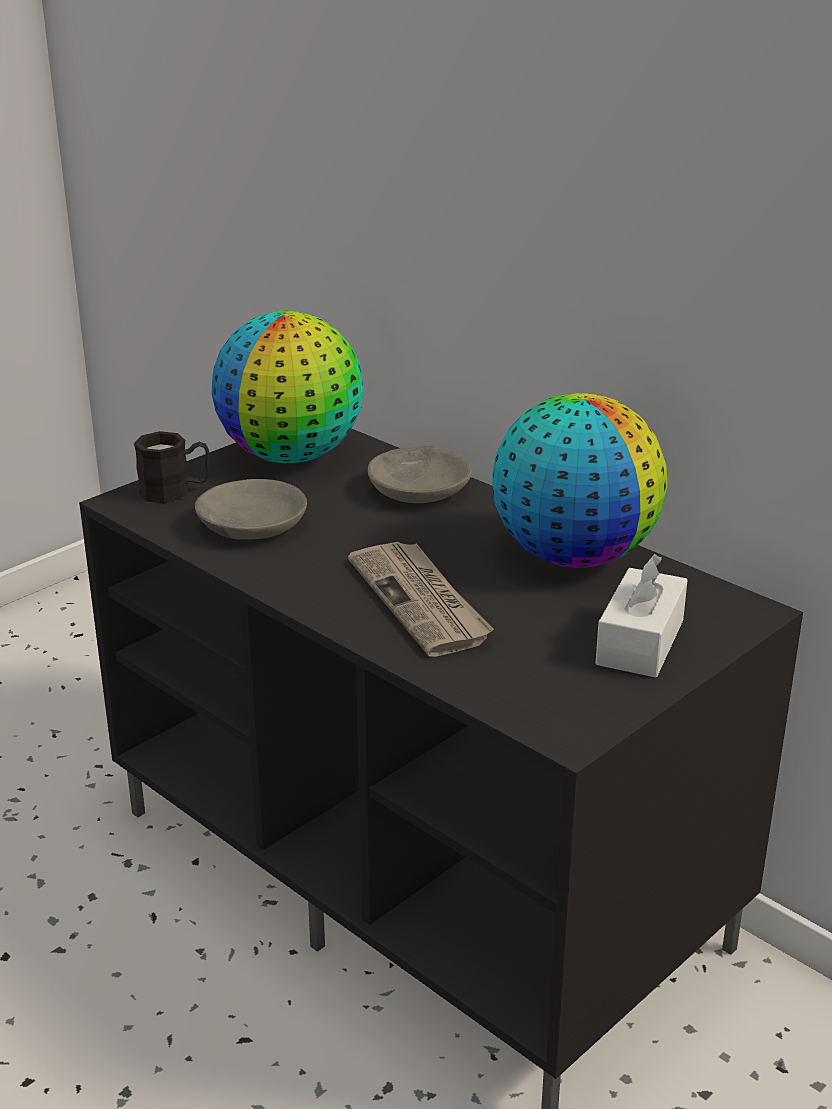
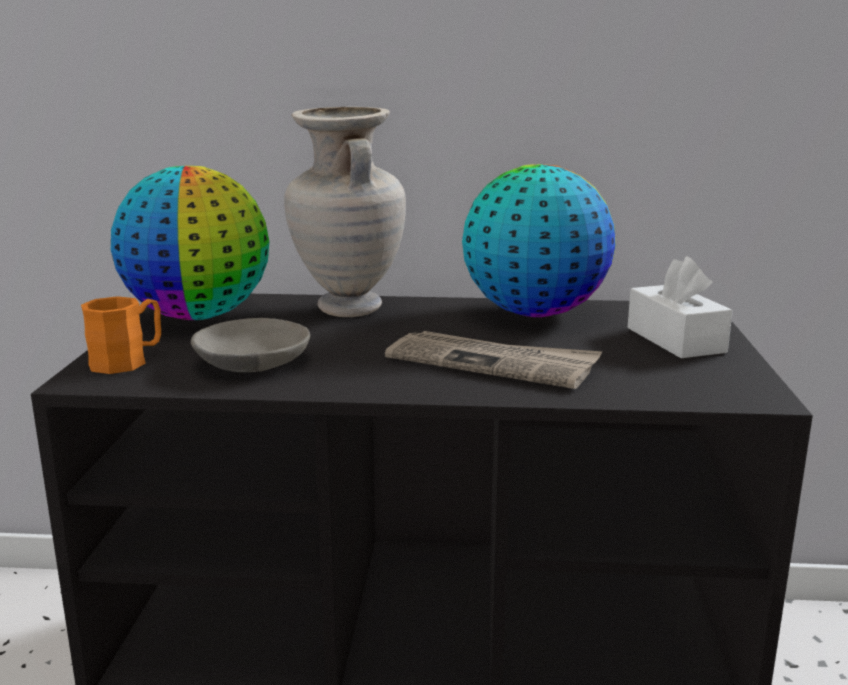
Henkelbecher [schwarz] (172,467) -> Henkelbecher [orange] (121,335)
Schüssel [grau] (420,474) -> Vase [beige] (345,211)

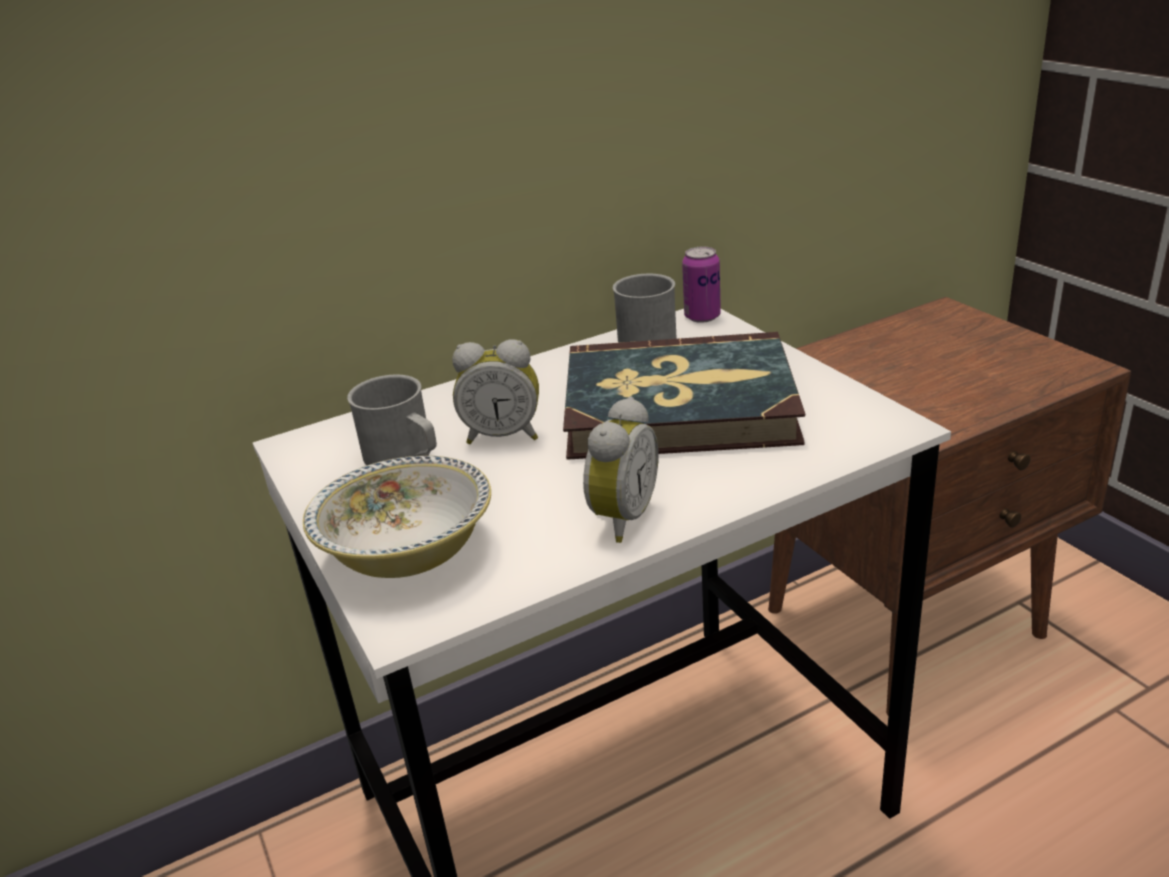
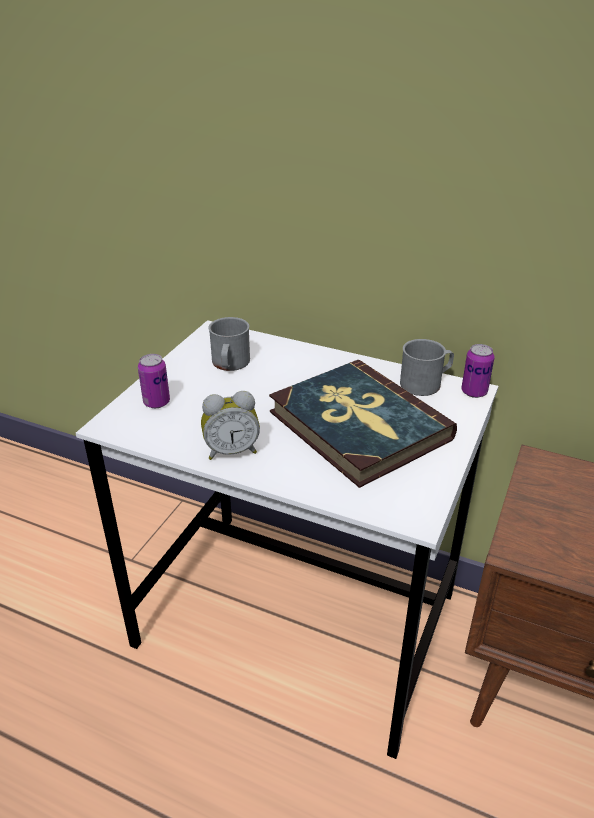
Schüssel (397,517) -> Dose (154,381)
Wecker (495,391) -> none

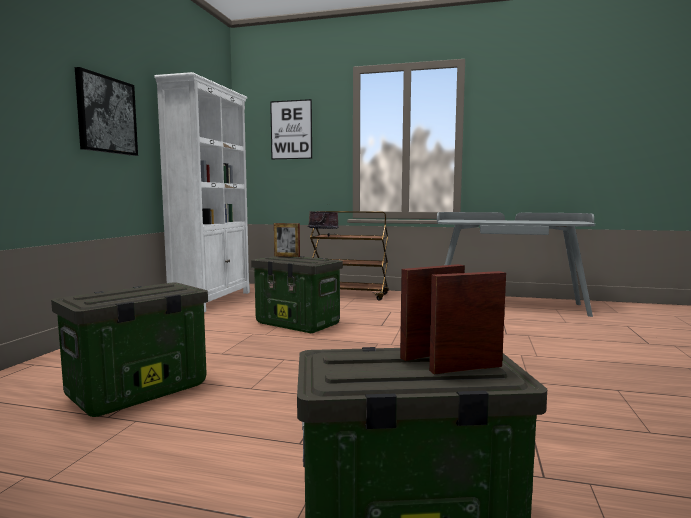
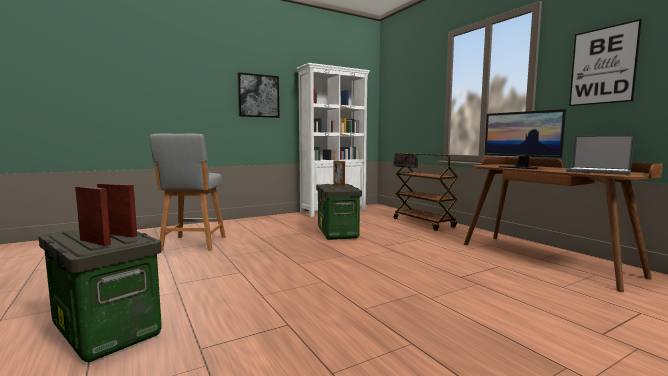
Aufbewahrungsbox (129,350) -> Hocker [grau] (188,192)
Schreibtisch [grau] (516,264) -> Schreibtisch [braun] (563,224)
none -> Monitor (525,139)
none -> Laptop (600,155)
Bild (291,129) -> Bild (605,62), relocated

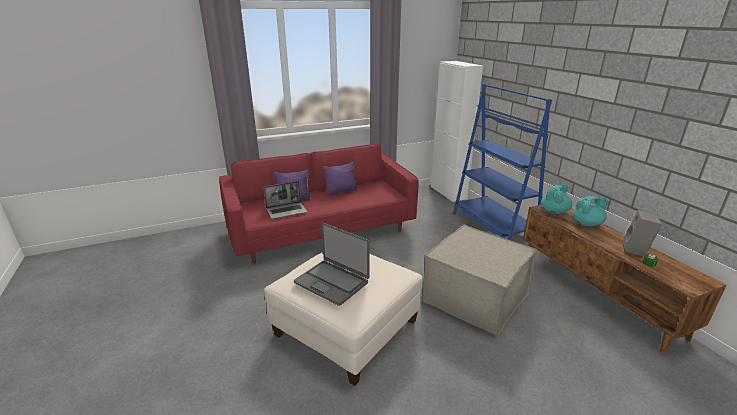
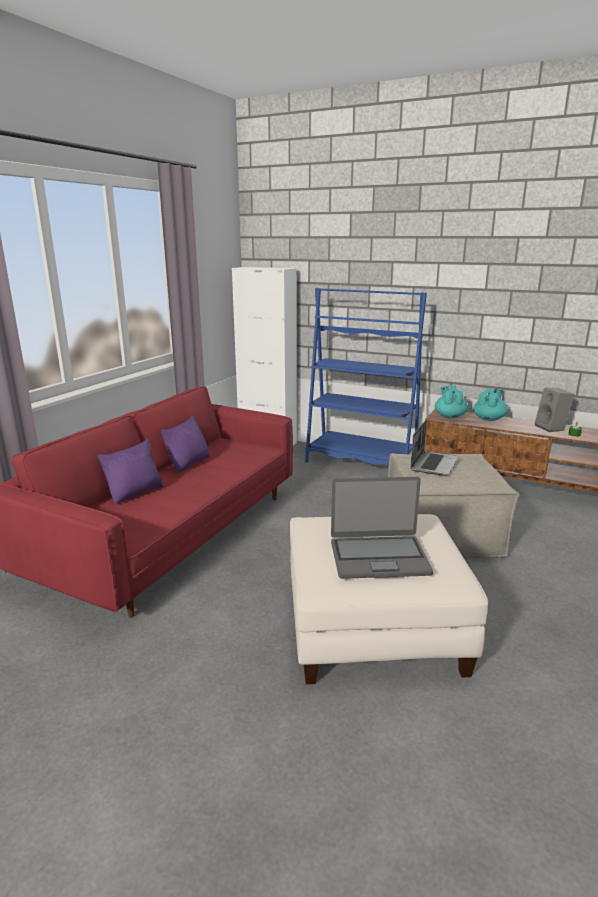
Laptop (285,200) -> Laptop (434,448), relocated

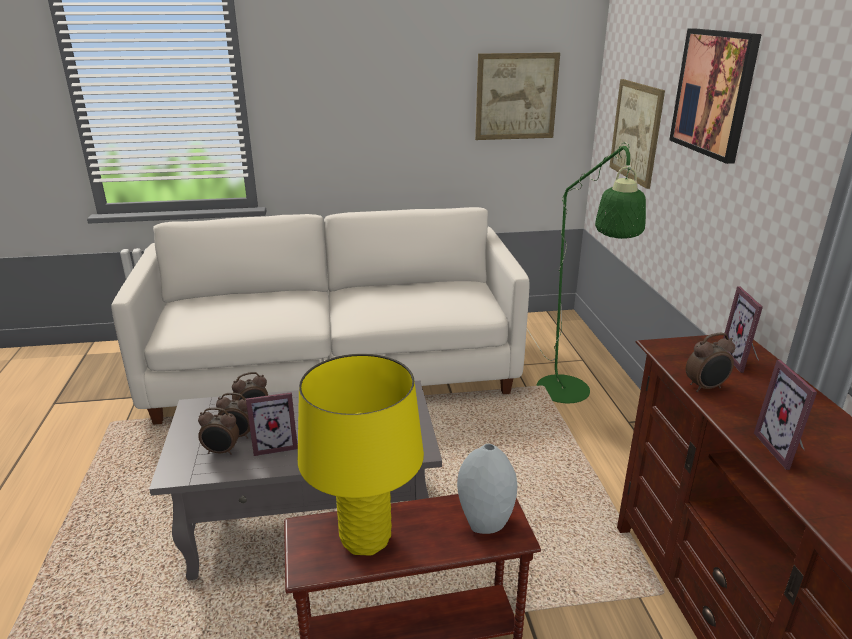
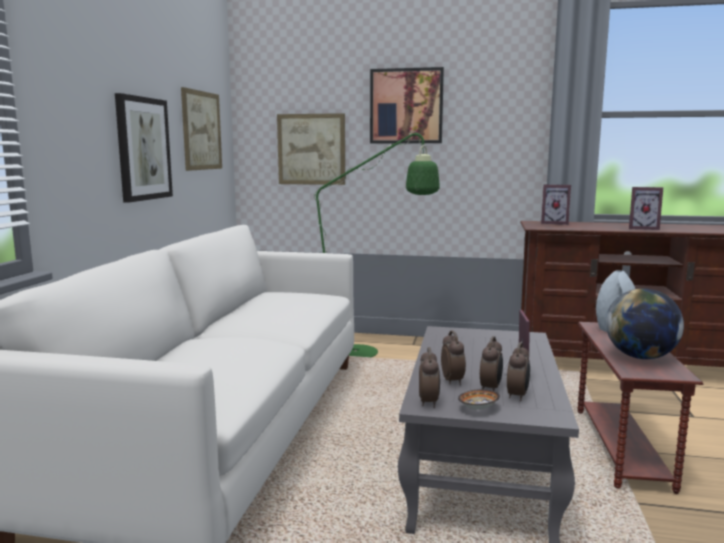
none -> Bild (144,148)
Wecker (710,362) -> Wecker (429,377), relocated
none -> Schüssel (479,399)
Tischlampe [gelb] (361,455) -> Globus (645,323)

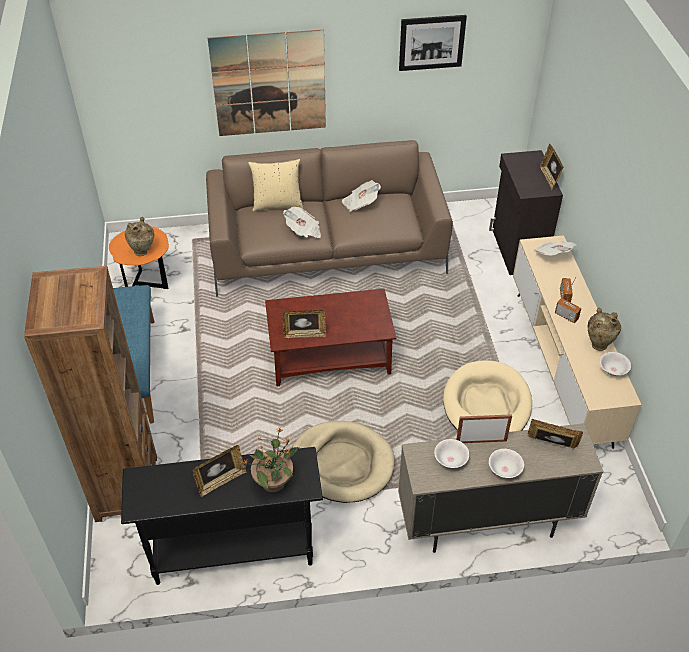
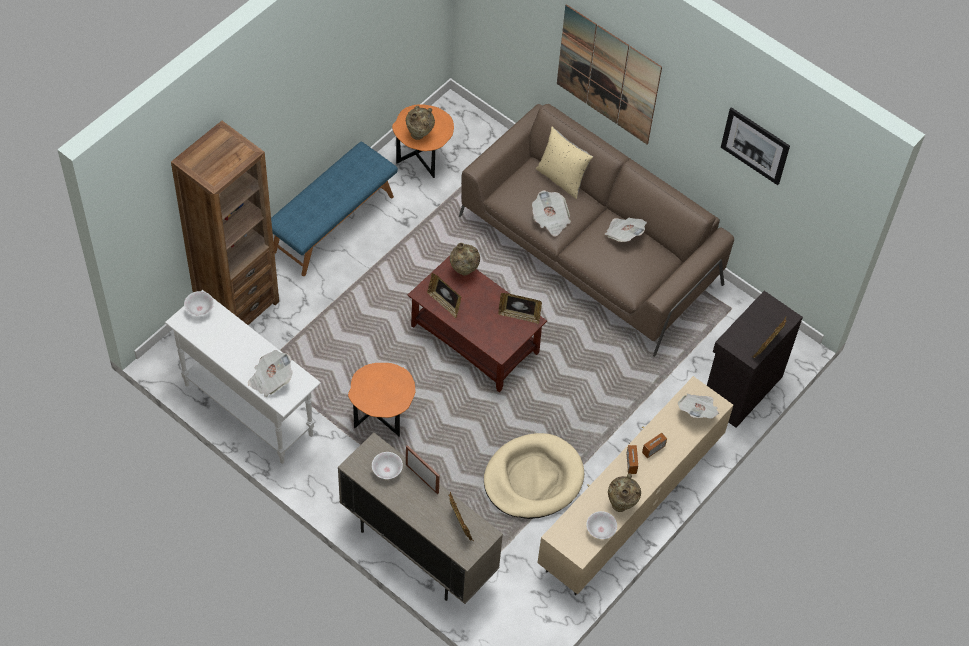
Konsolentisch [schwarz] (222,516) -> Konsolentisch [weiß] (243,377)
Schüssel [weiß] (506,463) -> Schüssel [weiß] (199,303), relocated
Topfpflanze (271,459) -> Zeitung (270,373)
Hundebett [beige] (343,462) -> Beistelltisch [orange] (382,399)
none -> Vase [beige] (465,259)
Bilderrahmen (219,471) -> Bilderrahmen (520,308), relocated

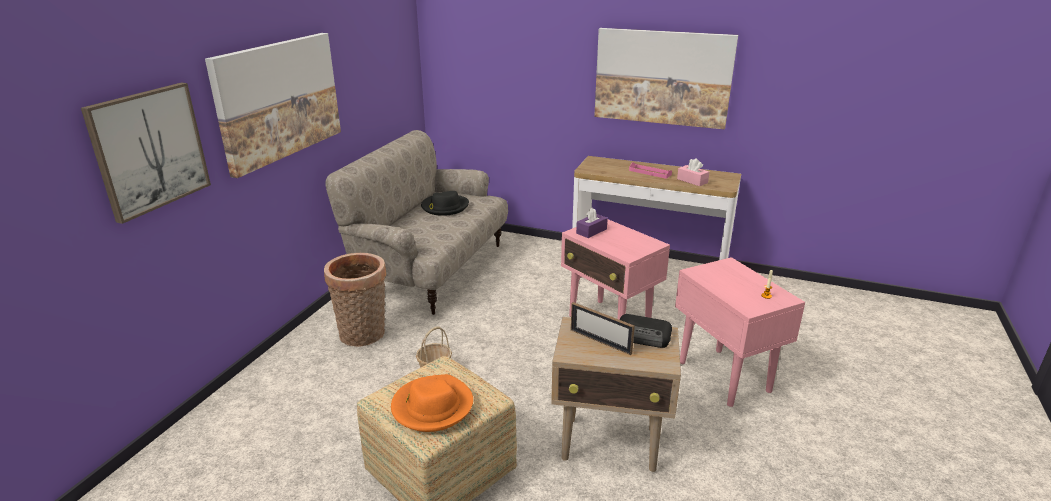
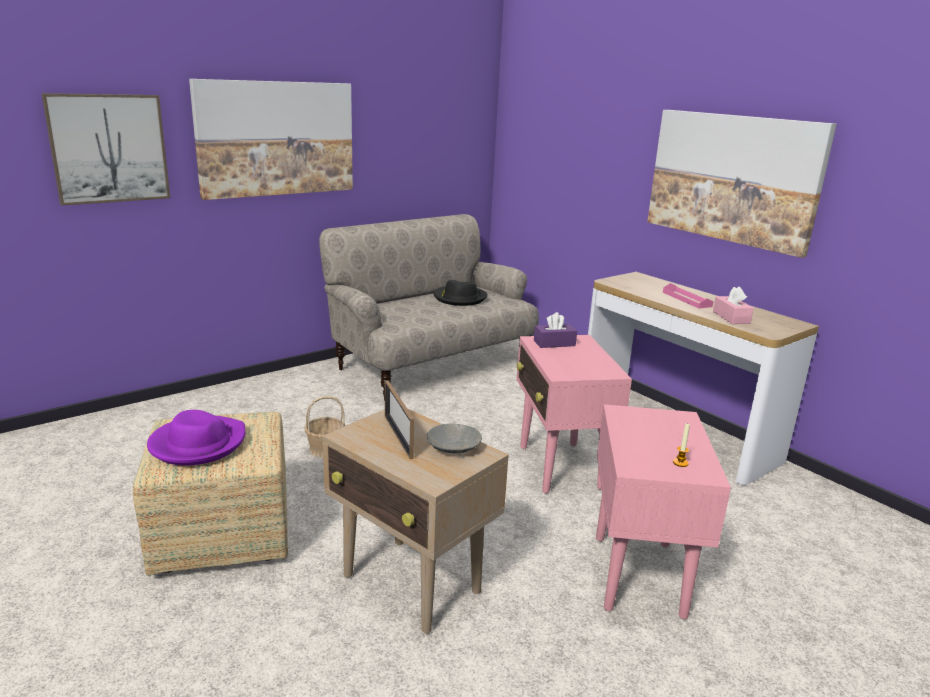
Hut [orange] (432,403) -> Hut [lila] (196,438)
Radio (646,331) -> Schüssel [grau] (454,439)
Korb (355,300) -> none

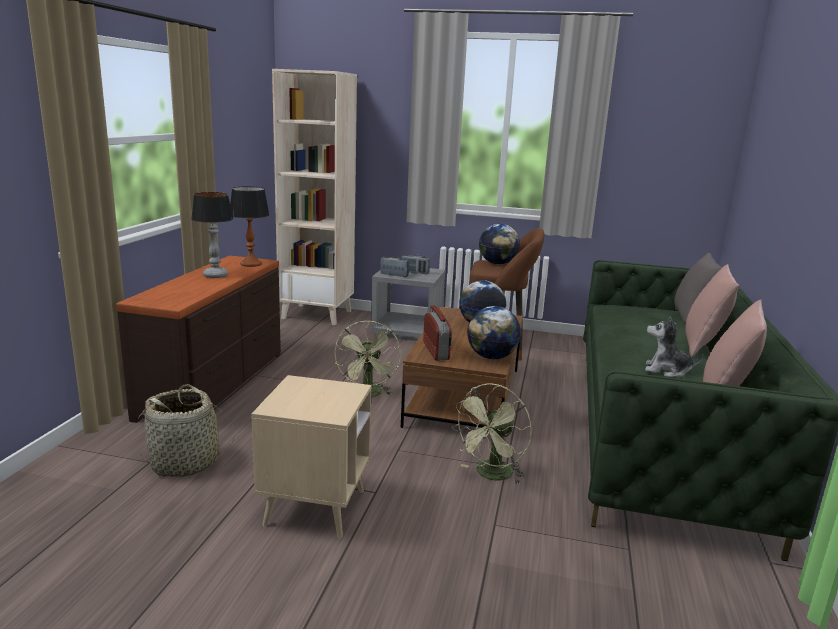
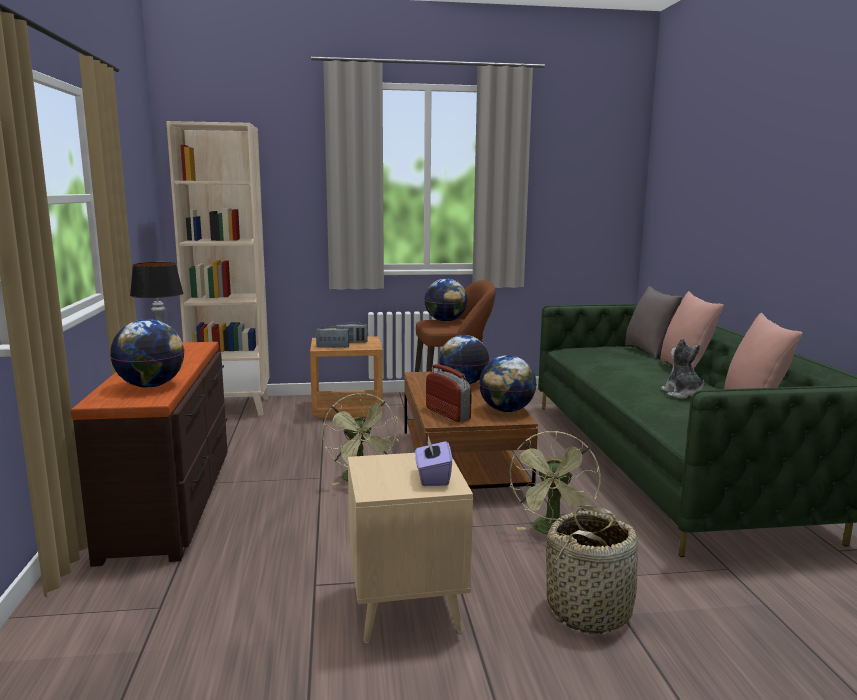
none -> Globus (147,353)
Nachttisch [grau] (408,304) -> Nachttisch [braun] (346,377)
none -> Taschentuchbox [lila] (433,461)
Korb (186,430) -> Korb (592,569), relocated
Plüschtier (674,347) -> Plüschtier (682,368), 75 degrees clockwise
Tischlampe (249,226) -> none

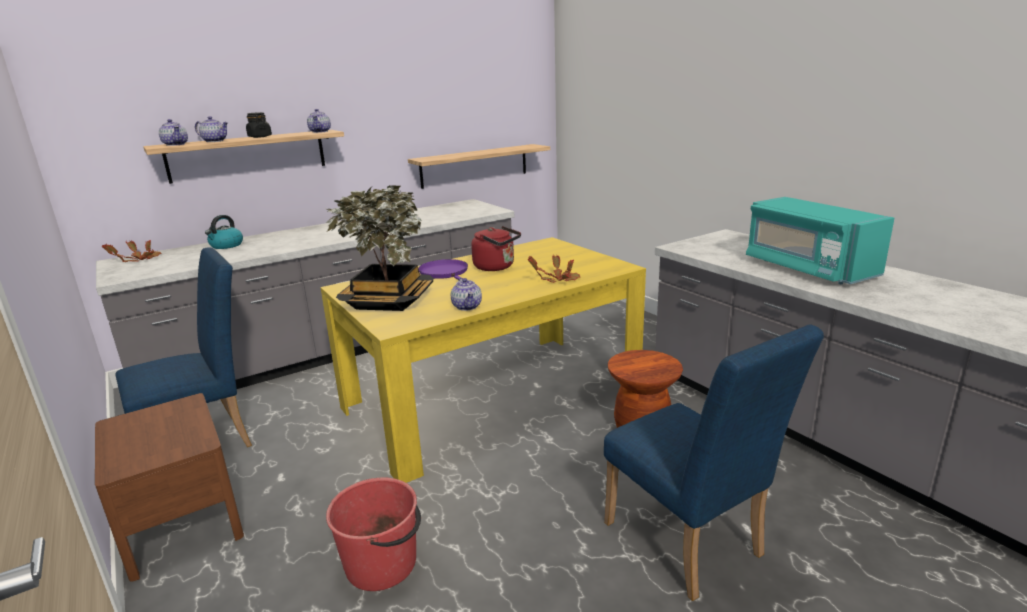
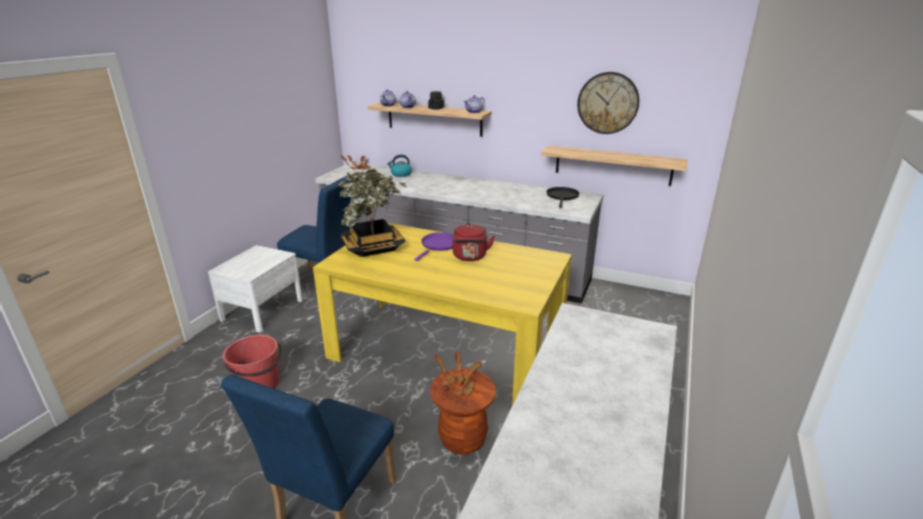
Nachttisch [braun] (169,487) -> Nachttisch [weiß] (255,288)
Topfpflanze (554,269) -> Topfpflanze (458,373), relocated
none -> Pfanne [schwarz] (563,197)
none -> Wanduhr (608,103)
Teekanne (466,294) -> none
Mikrowelle [türkis] (820,240) -> none

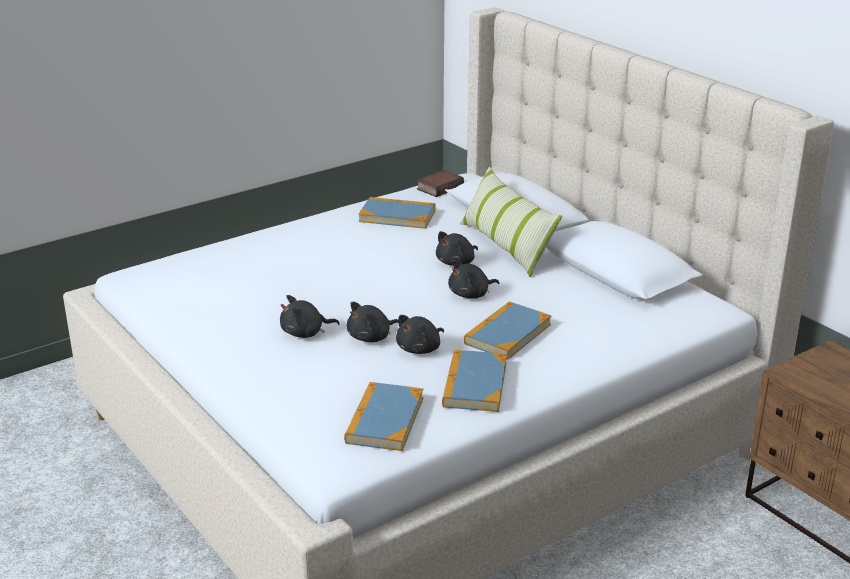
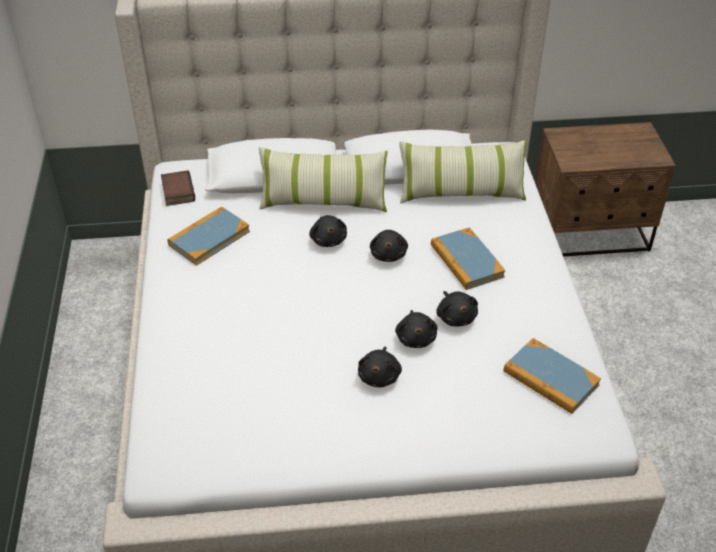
none -> Kissen (463,171)
Buch (474,381) -> none

